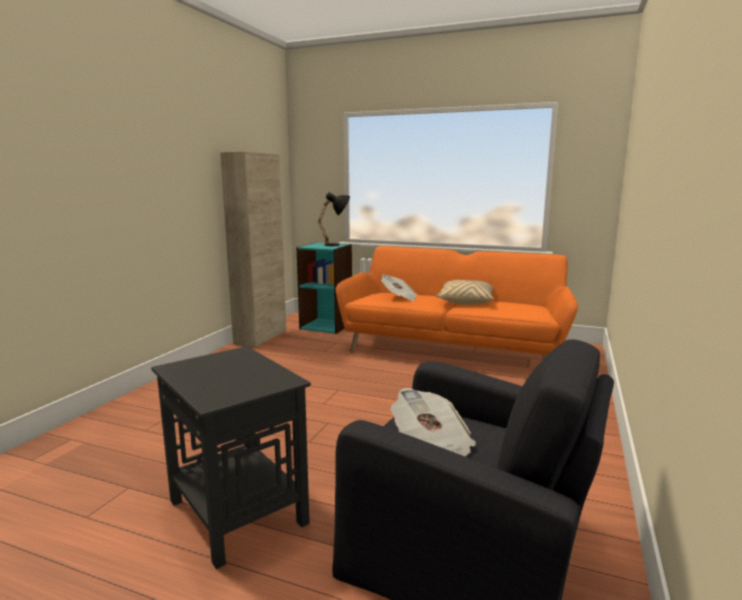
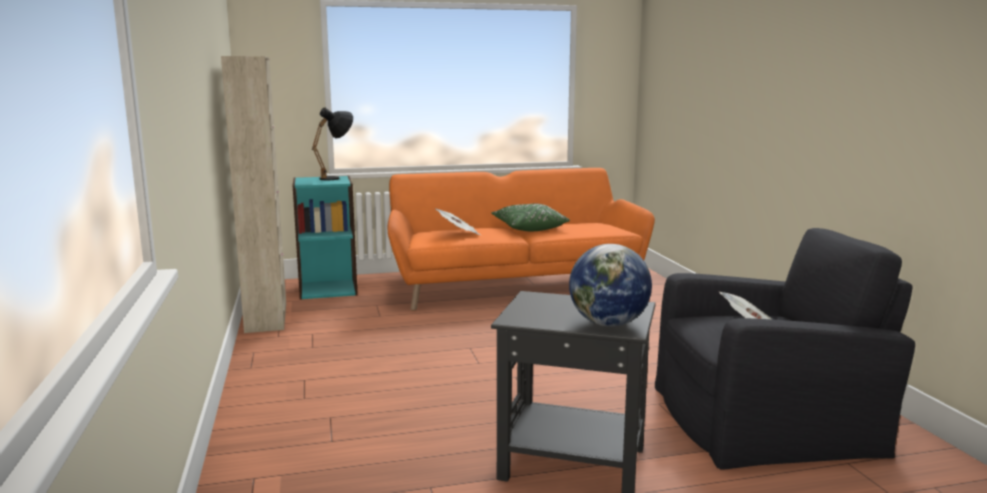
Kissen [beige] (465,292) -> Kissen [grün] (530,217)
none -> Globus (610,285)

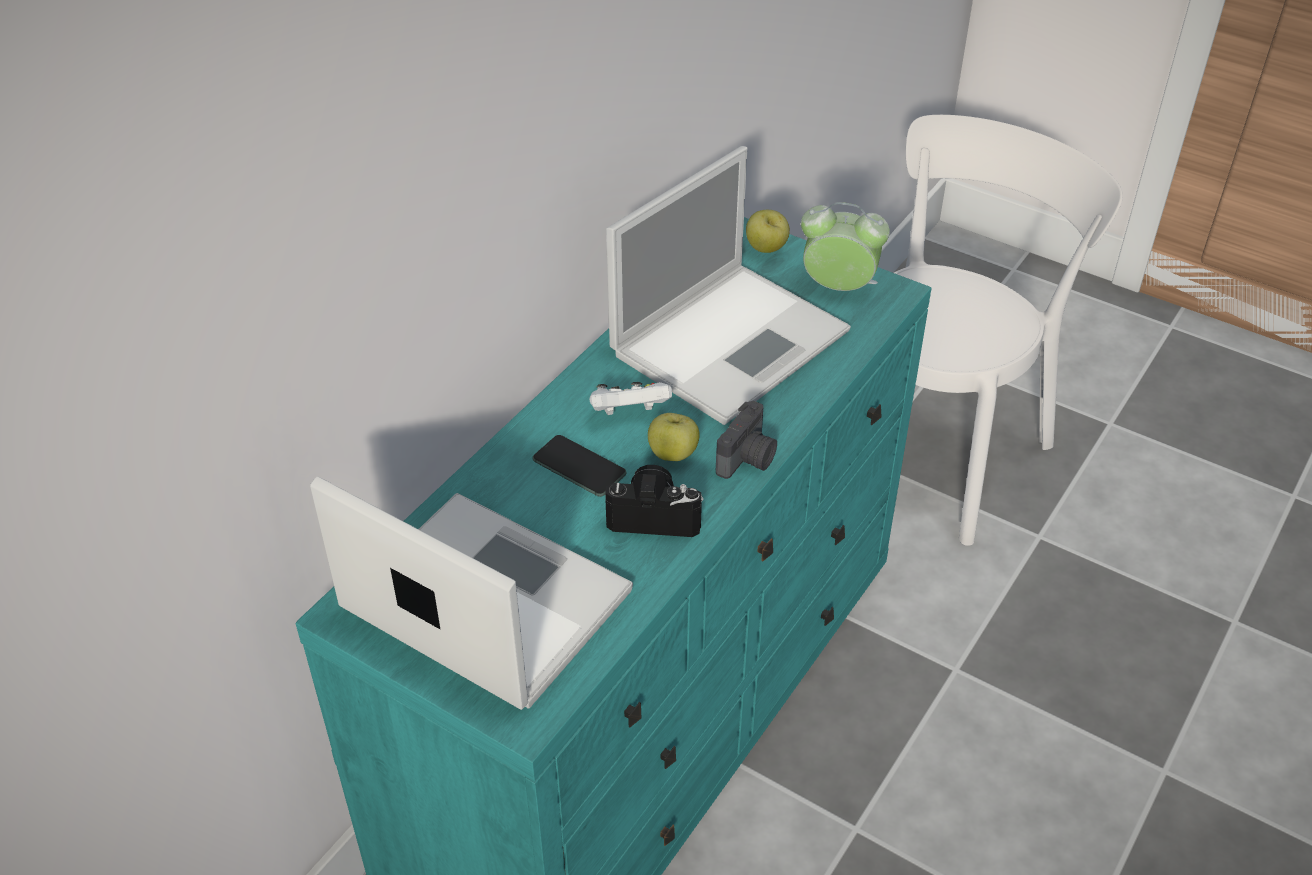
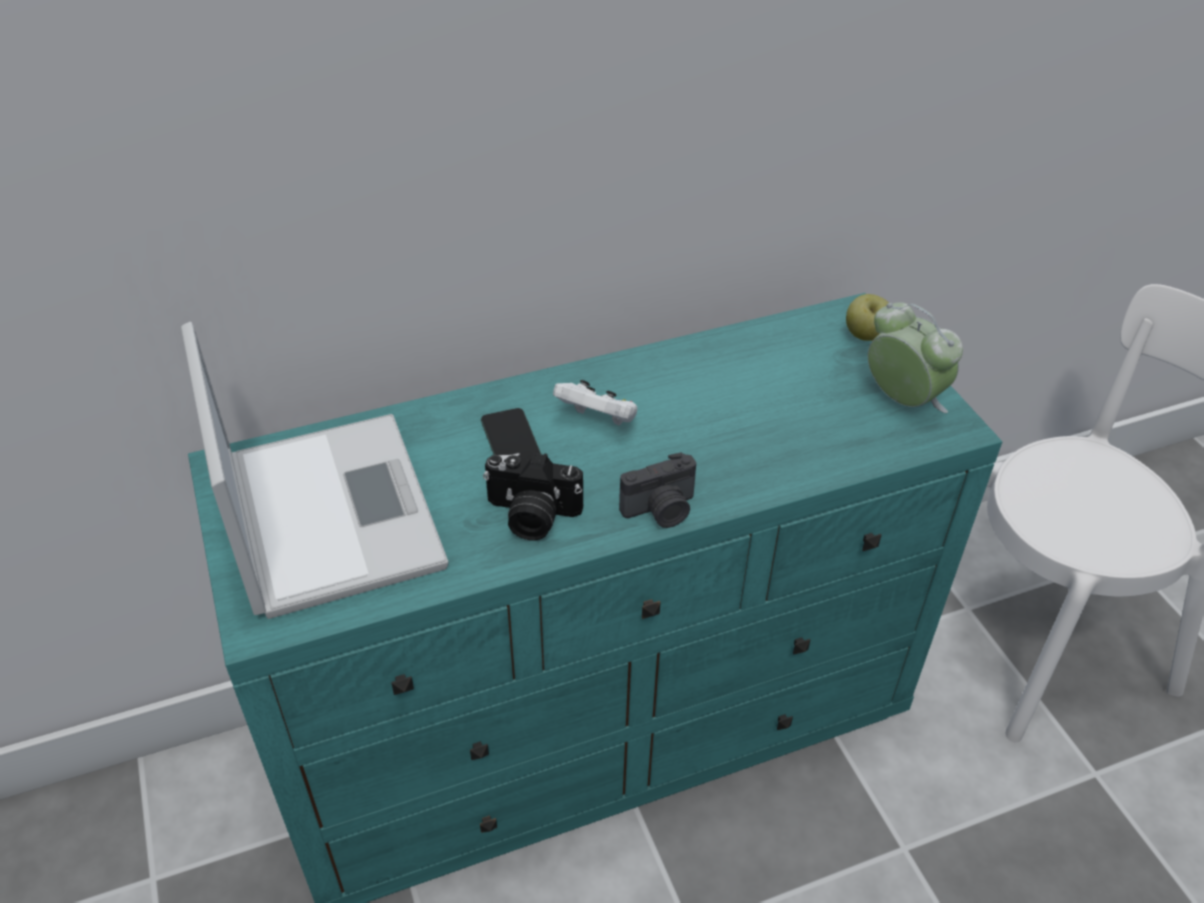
Kamera (654,501) -> Kamera (533,496), 150 degrees clockwise
Laptop (728,285) -> none
Apfel (674,437) -> none

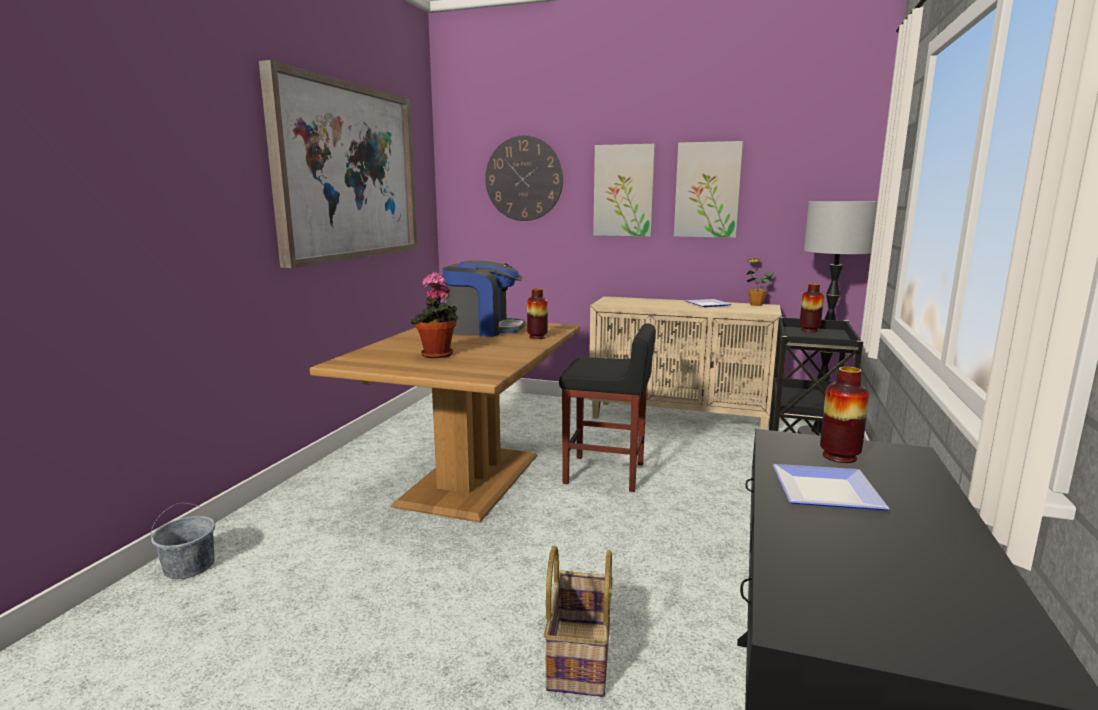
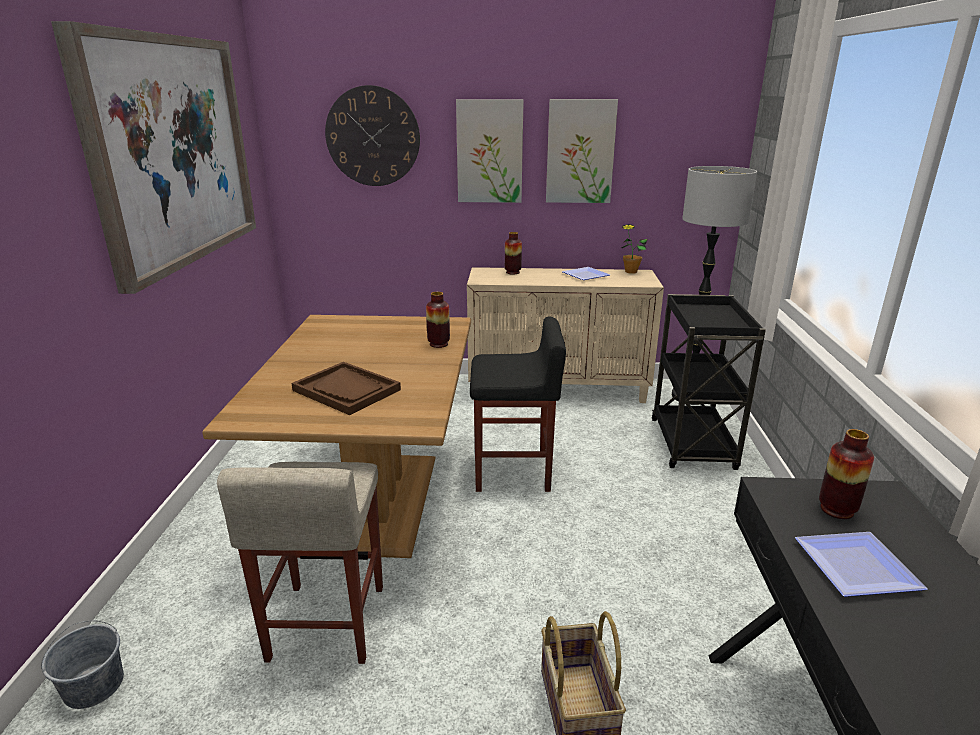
none -> Hocker [beige] (300,563)
Topfpflanze (434,315) -> Tablett [braun] (346,388)
Vase (811,307) -> Vase (513,253), relocated
Kaffeemaschine (483,298) -> none

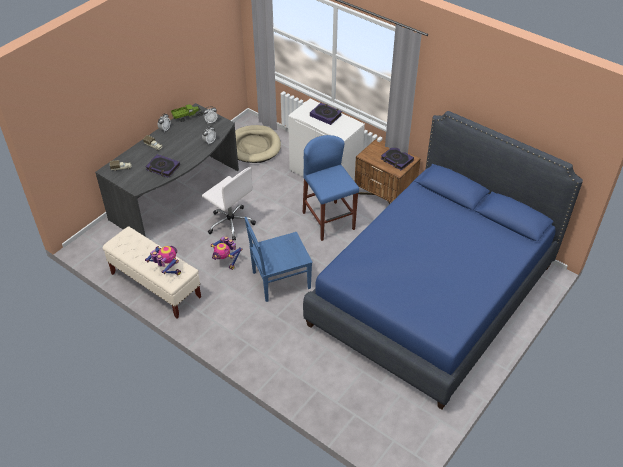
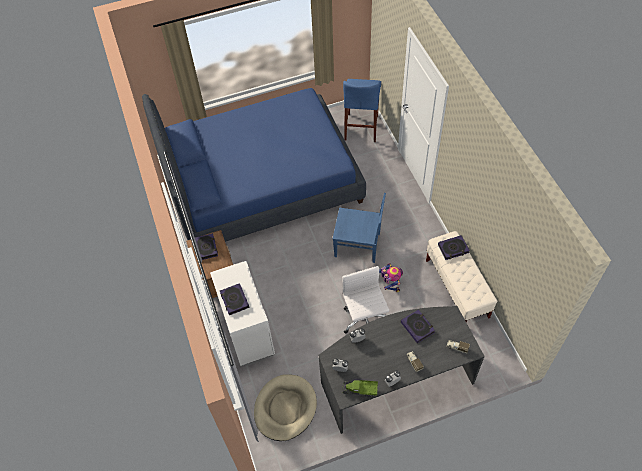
Hocker [blau] (331,188) -> Hocker [blau] (362,110), relocated
Spielzeugroboter (163,260) -> Buch (454,247)

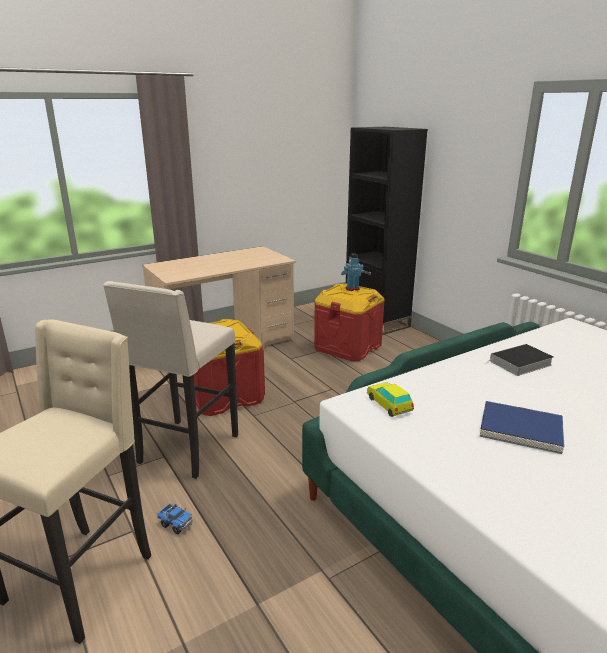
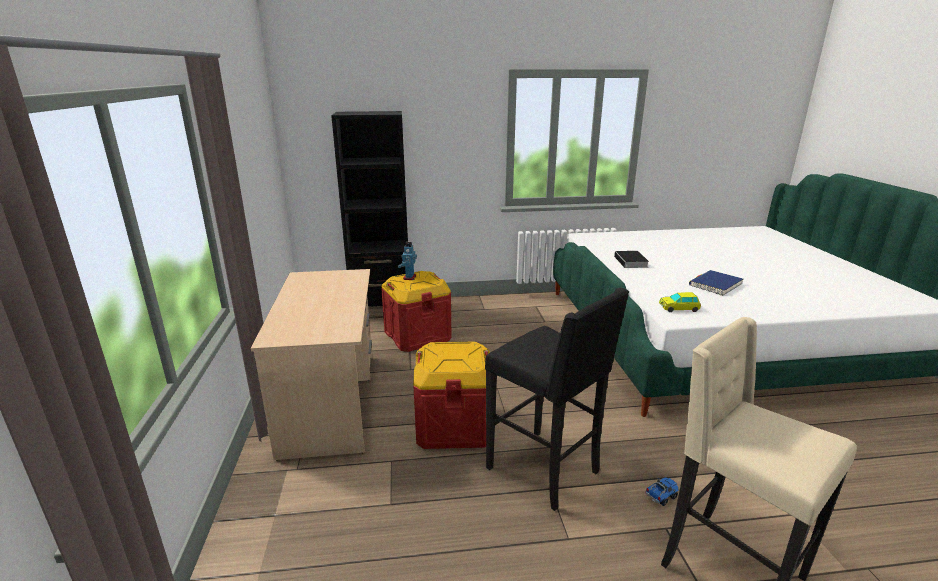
Hocker [beige] (170,380) -> Hocker [schwarz] (557,399)

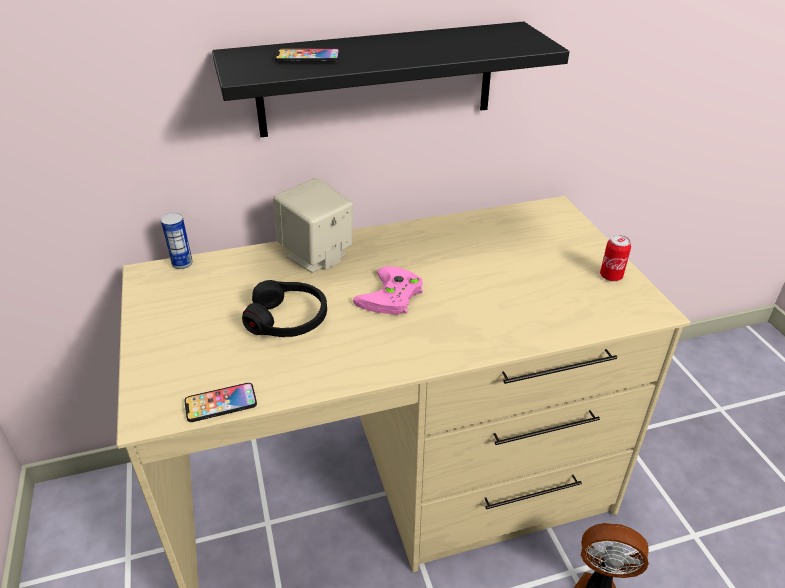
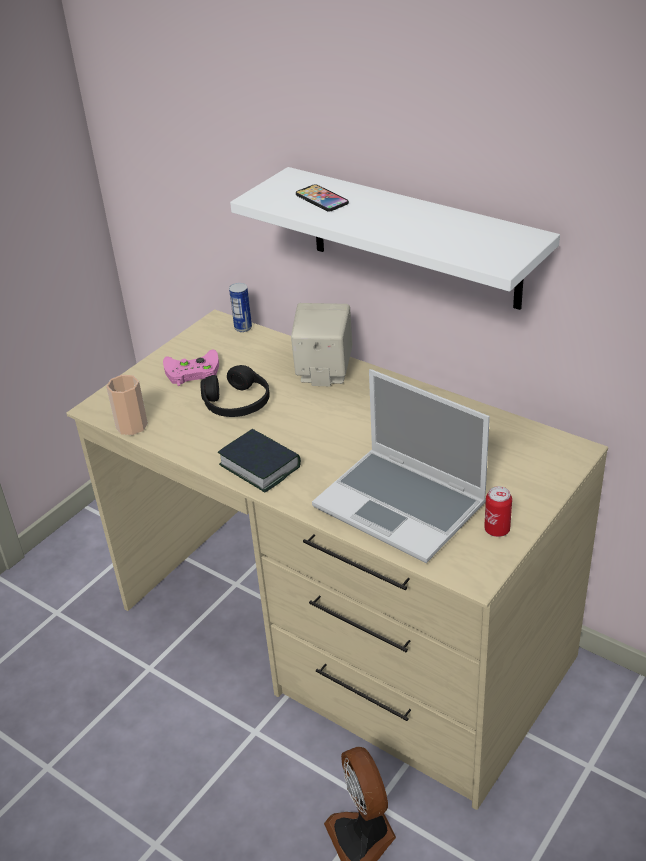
Handy (220,402) -> Tasse (127,405)
Gamepad [rosa] (388,290) -> Gamepad [rosa] (191,367), relocated
none -> Buch (259,461)
Wandregal [schwarz] (390,79) -> Wandregal [weiß] (395,238)
none -> Laptop (401,466)

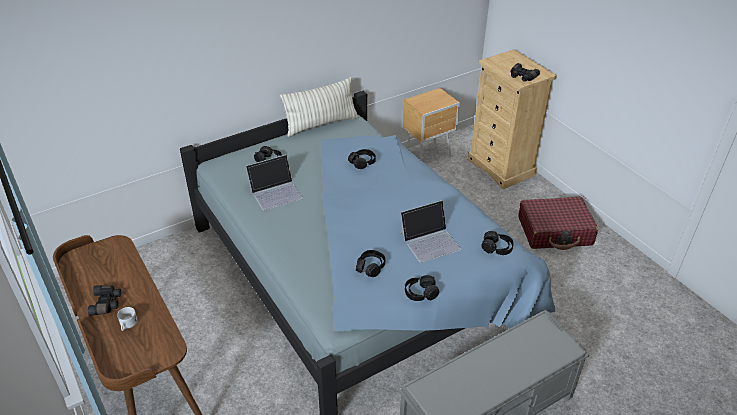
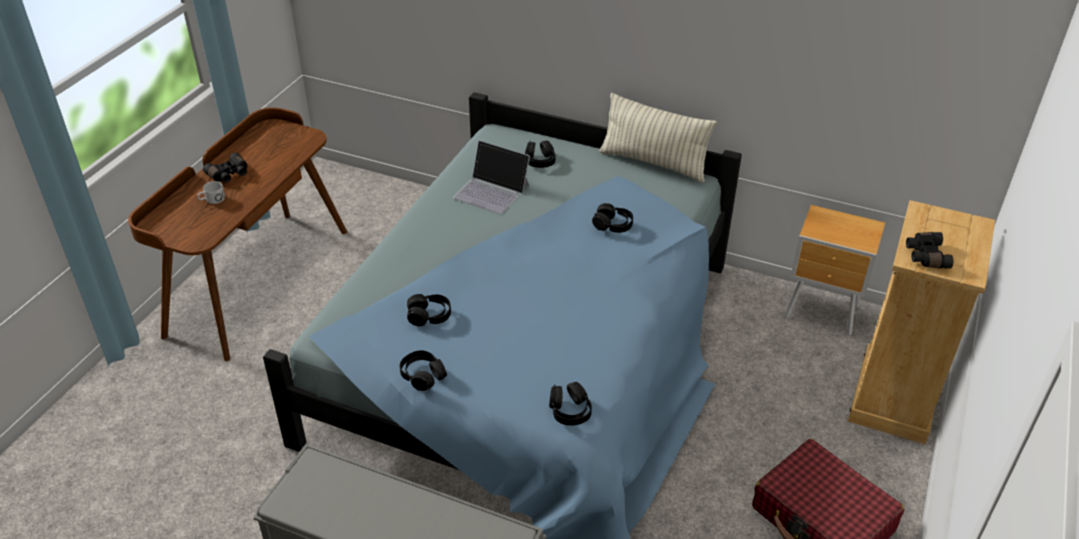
Laptop (430,231) -> none

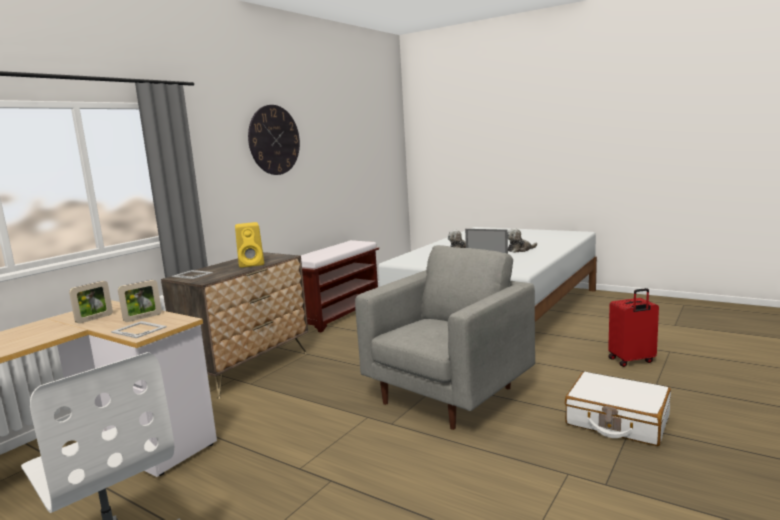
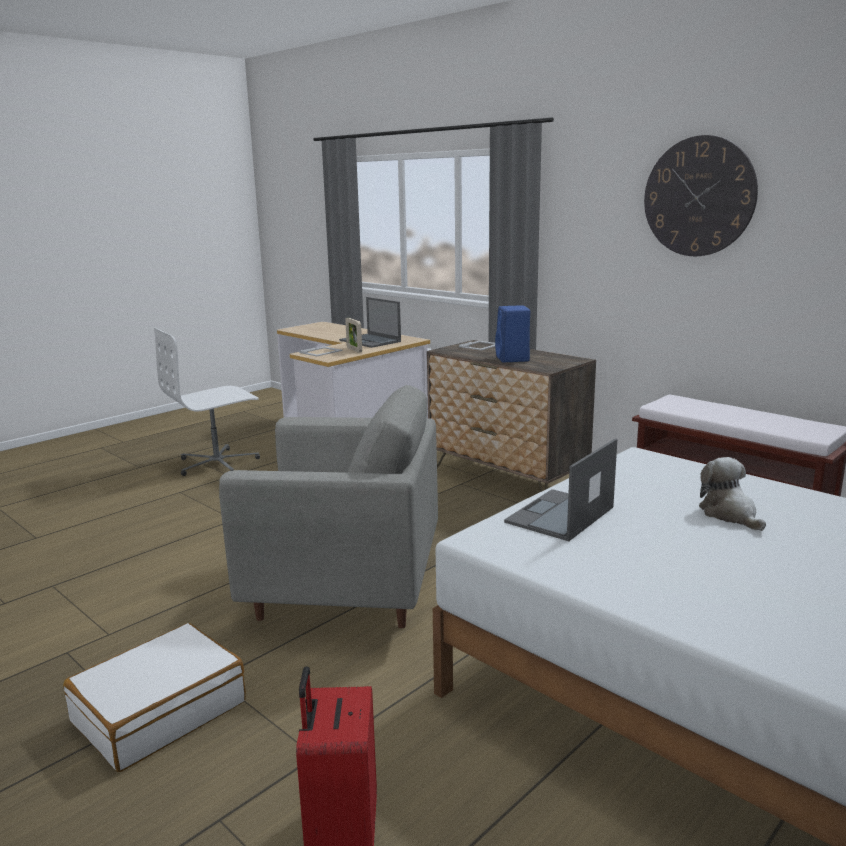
Sessel [grau] (445,337) -> Sessel [grau] (328,506), 45 degrees counterclockwise
Bilderrahmen (91,302) -> Laptop (370,322)
Lautsprecher [gelb] (249,245) -> Lautsprecher [blau] (512,333)
Plüschtier (522,240) -> none

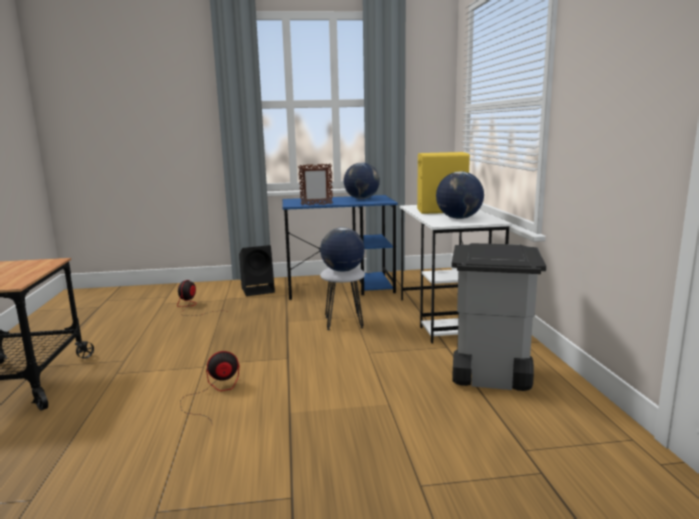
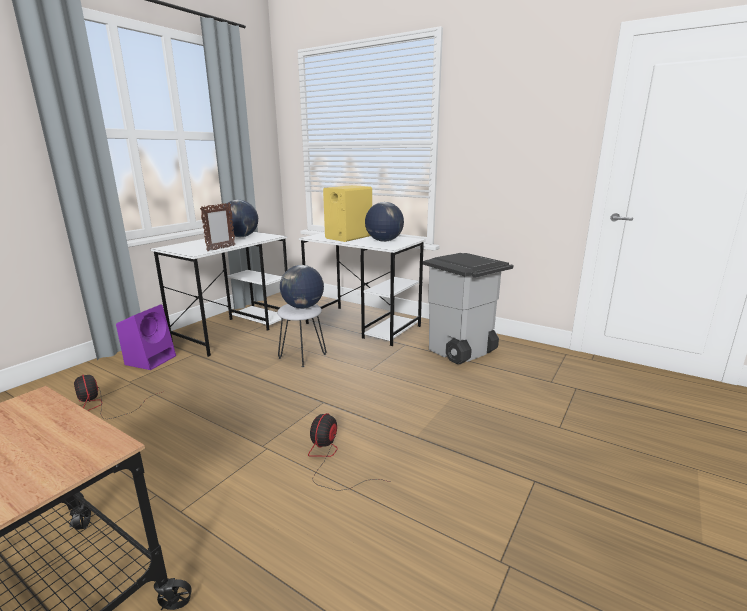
Lautsprecher [schwarz] (257,270) -> Lautsprecher [lila] (146,337)
Schreibtisch [blau] (340,247) -> Schreibtisch [weiß] (220,294)

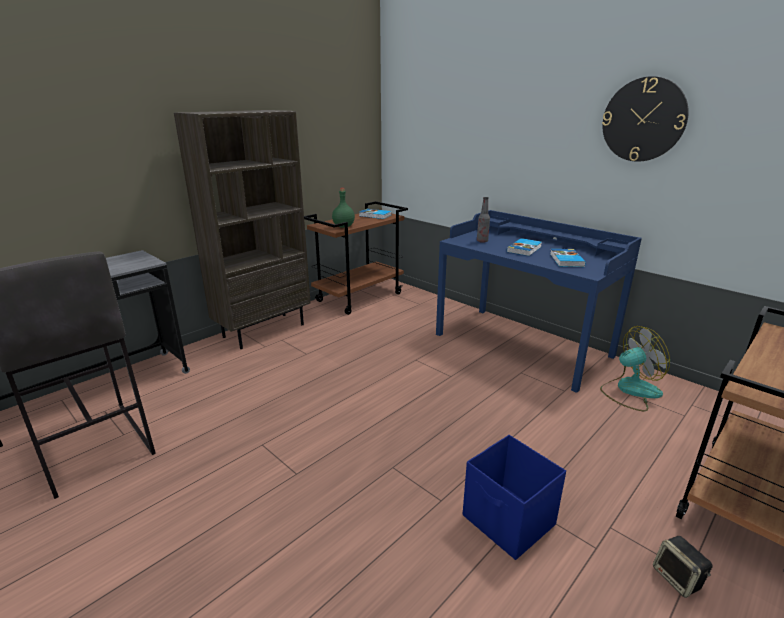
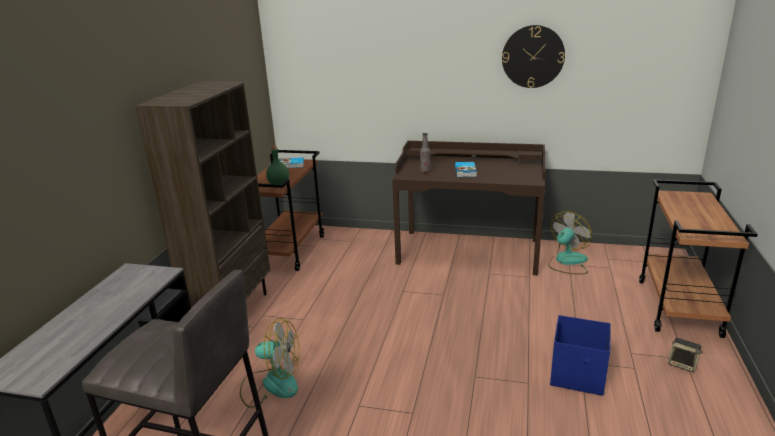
none -> Ventilator (269,363)
Schreibtisch [blau] (539,301) -> Schreibtisch [braun] (469,208)
Buch (568,258) -> none

